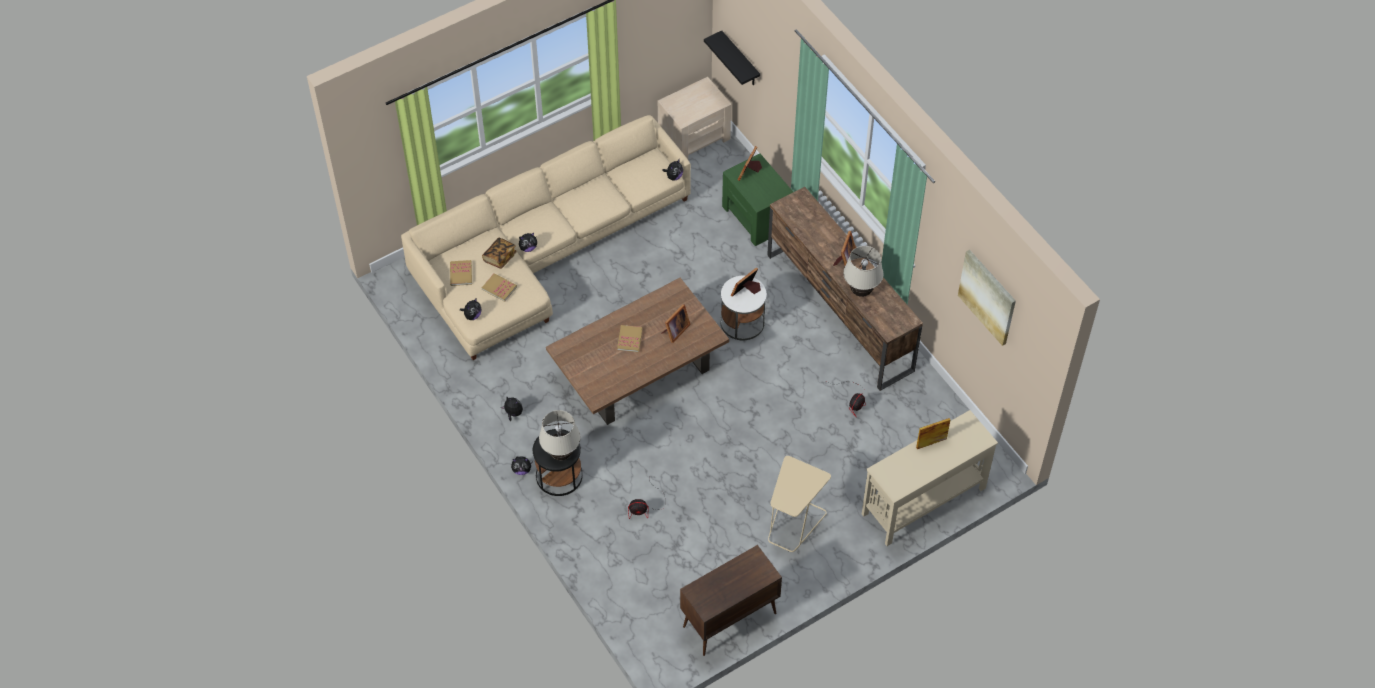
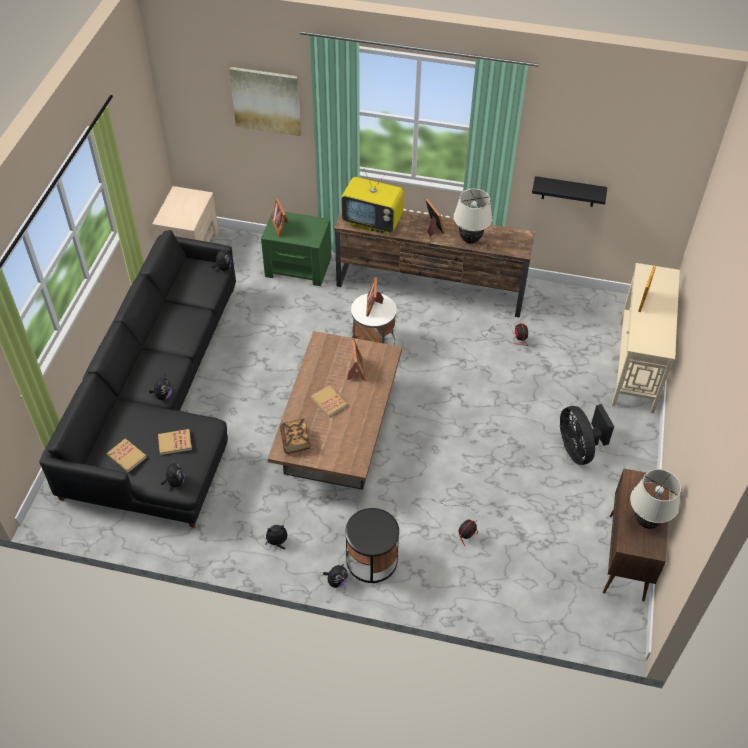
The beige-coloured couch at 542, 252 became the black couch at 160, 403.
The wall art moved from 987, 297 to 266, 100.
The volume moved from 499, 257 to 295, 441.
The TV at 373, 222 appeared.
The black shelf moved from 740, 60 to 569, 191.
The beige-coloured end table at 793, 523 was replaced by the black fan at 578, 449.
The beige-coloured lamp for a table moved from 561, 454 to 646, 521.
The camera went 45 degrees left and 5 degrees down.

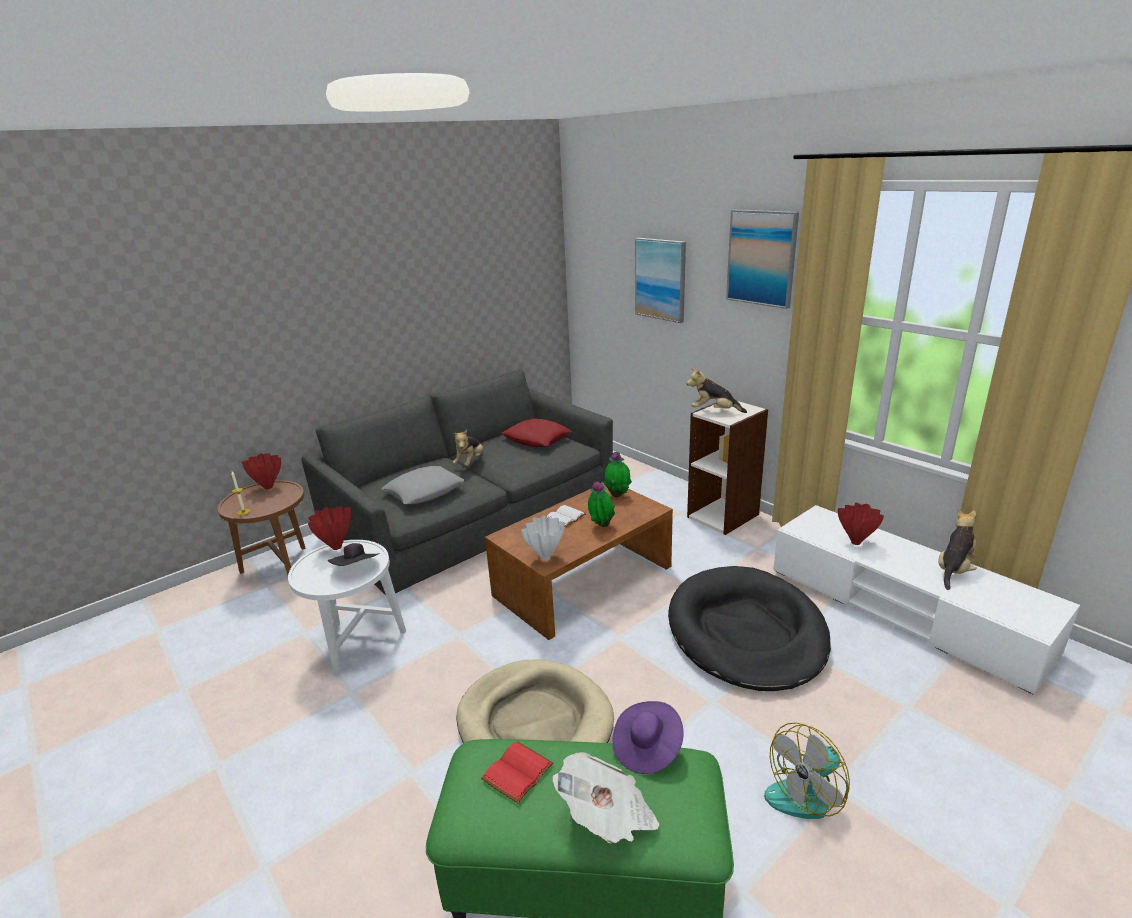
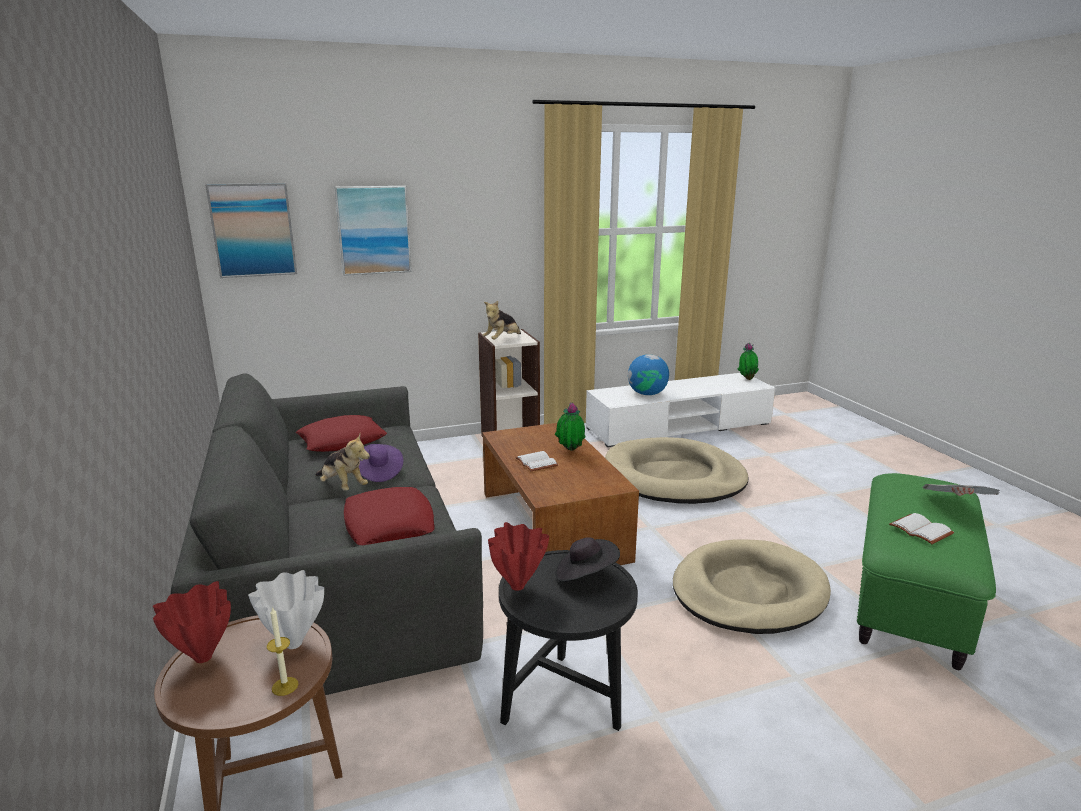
The wall art moved from 761, 258 to 253, 230.
The white-coloured decorative vase moved from 546, 558 to 294, 643.
The gray pillow at 424, 491 became the red pillow at 389, 524.
The purple clothing hat moved from 647, 748 to 379, 472.
The white-coloured end table at 358, 645 became the black end table at 565, 703.
The black dog bed at 746, 632 became the beige-coloured dog bed at 674, 477.
The red decorative vase at 856, 543 was replaced by the globe at 647, 394.
The houseplant moved from 618, 495 to 747, 379.
The red volume at 518, 774 became the white-coloured volume at 922, 530.
The fan at 807, 792 disappeared.
The plush toy at 954, 570 disappeared.
The camera went 70 degrees left and 5 degrees down.

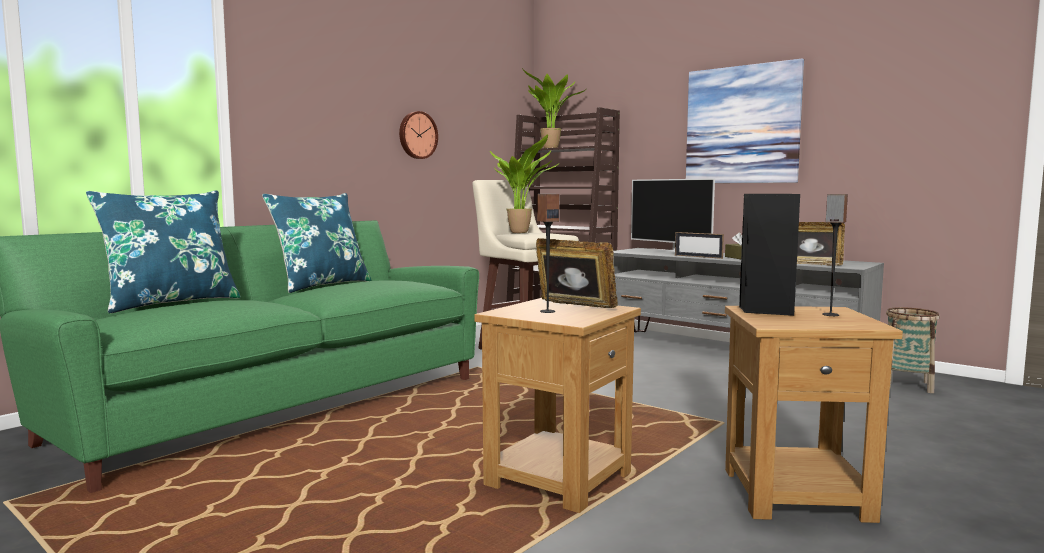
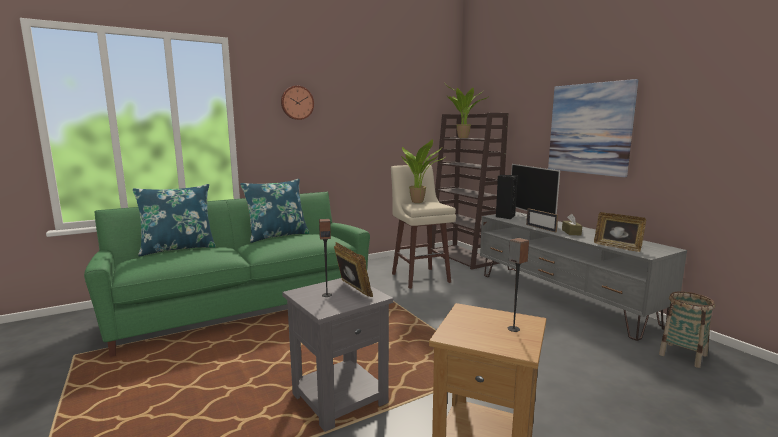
The wall clock moved from 417, 135 to 297, 103.
The brownish end table at 559, 479 became the gray end table at 340, 398.
The black speaker moved from 765, 310 to 505, 216.
The camera went 20 degrees right and 5 degrees up.

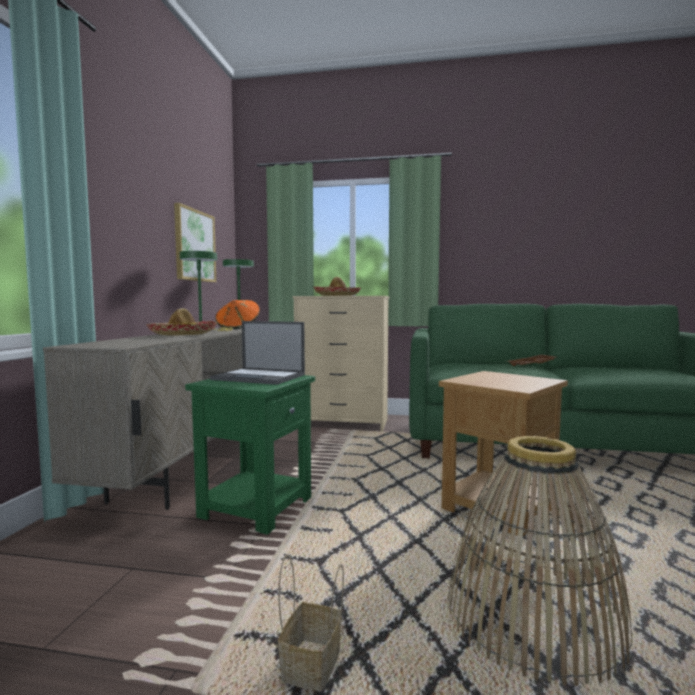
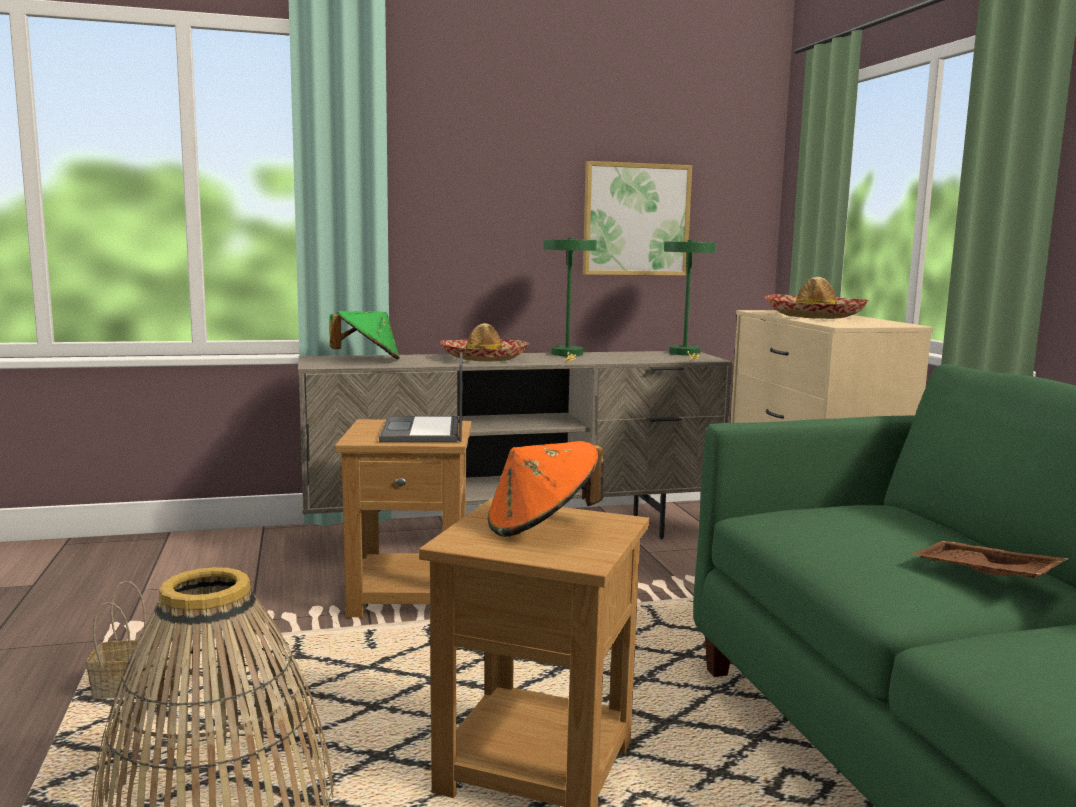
The green clothing hat at 367, 360 appeared.
The green end table at 256, 507 became the brownish end table at 410, 596.
The orange-coloured clothing hat moved from 238, 328 to 542, 527.
The camera went 65 degrees right and 5 degrees up.

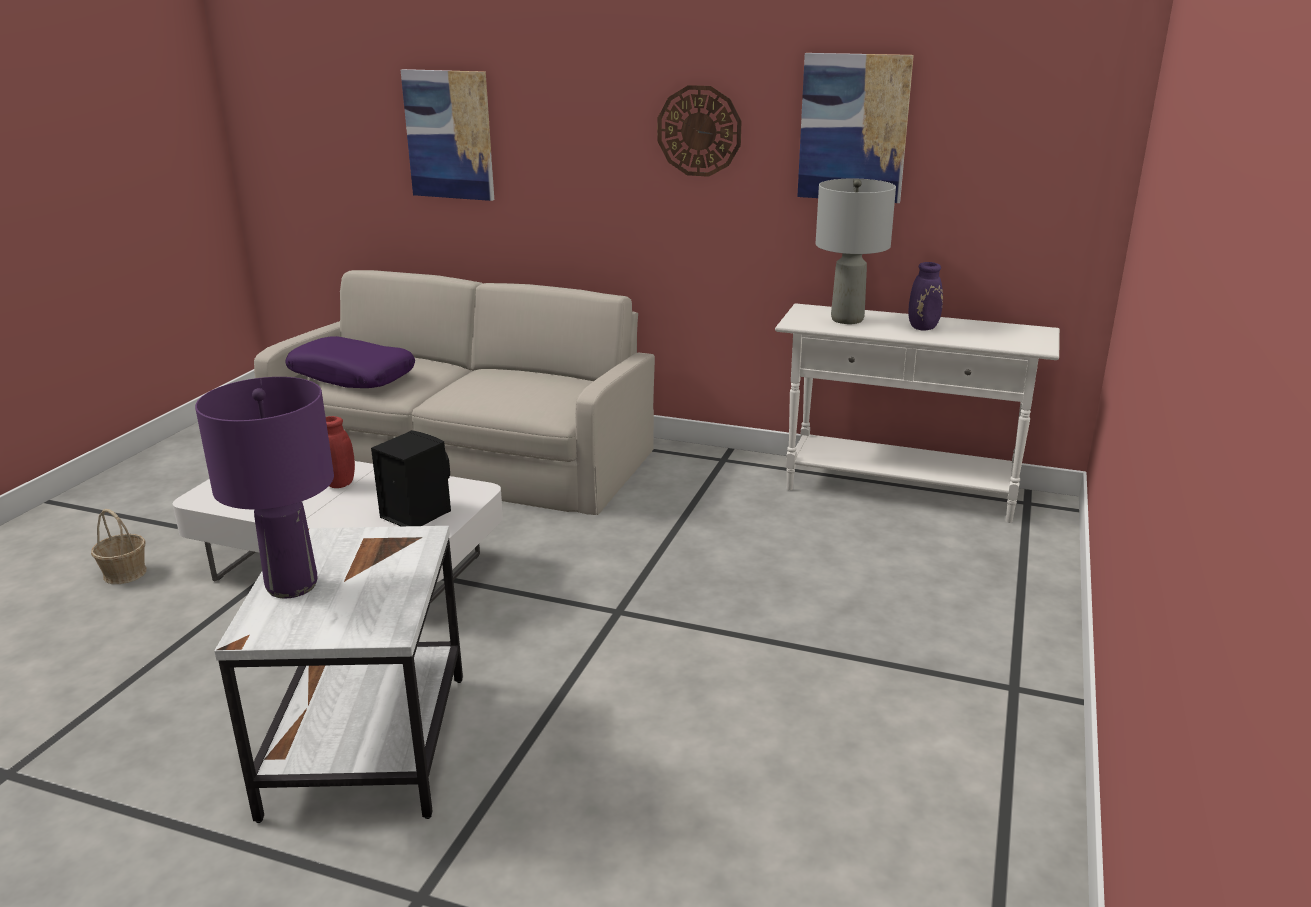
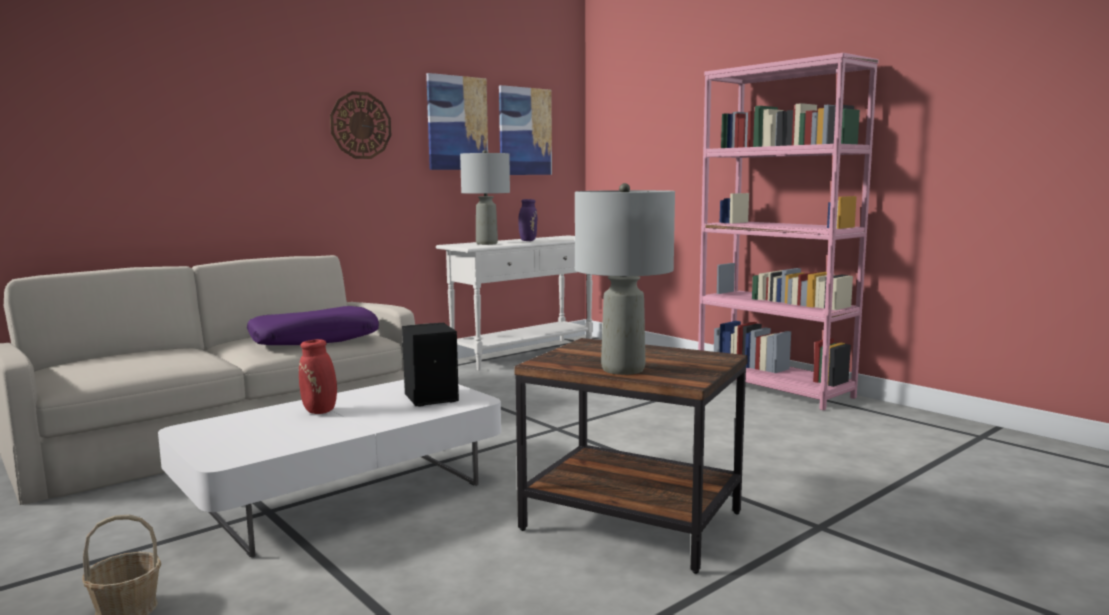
The purple pillow moved from 353, 375 to 315, 339.
The wall art moved from 449, 135 to 525, 131.
The white-coloured end table at 370, 745 became the brownish end table at 633, 521.
The purple lamp for a table at 291, 586 became the gray lamp for a table at 622, 369.
The pinkish bookcase at 773, 388 appeared.
The camera went 60 degrees left and 15 degrees down.

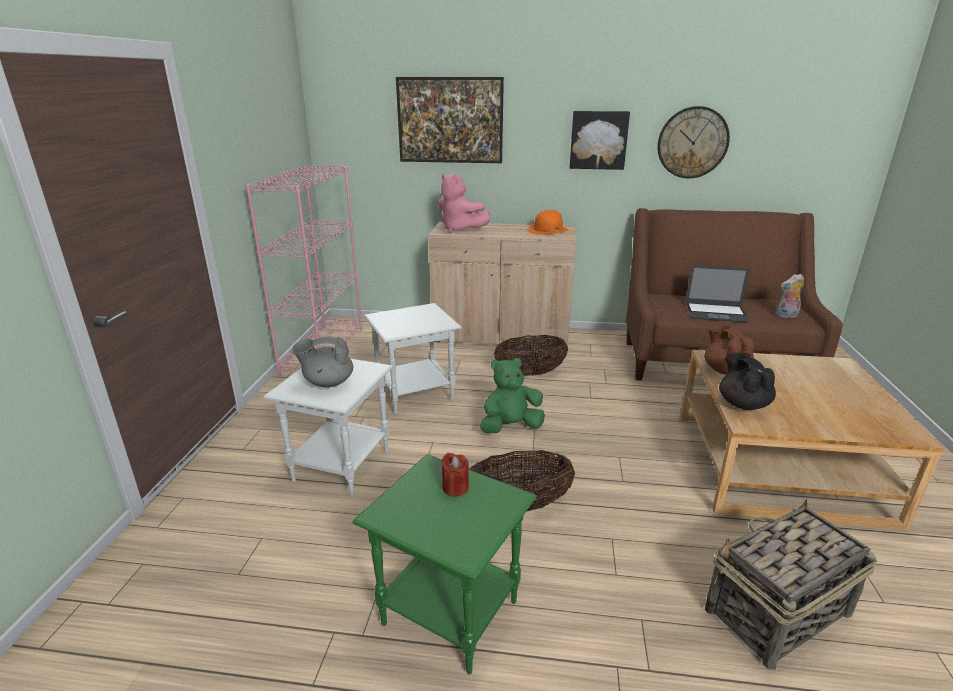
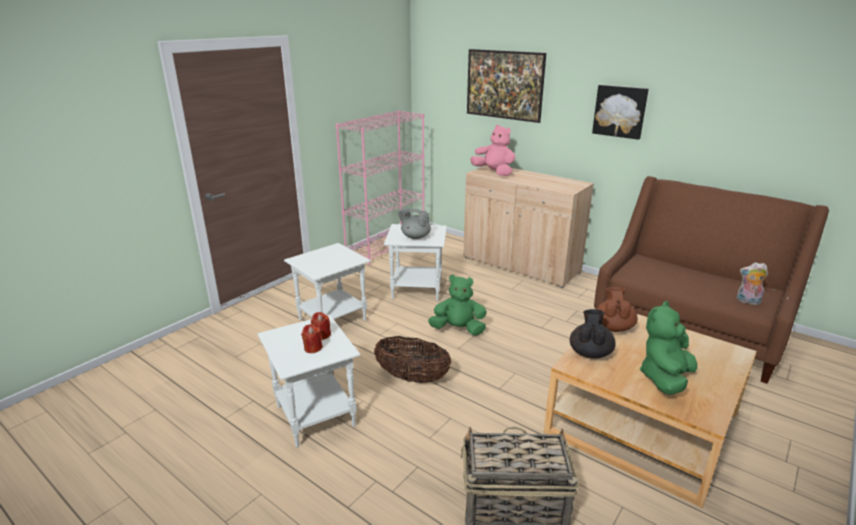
The green end table at 448, 612 became the white-coloured end table at 315, 415.
The red candle at 313, 348 appeared.
The gray tea pot moved from 328, 382 to 415, 237.
The pinkish plush toy at 460, 230 turned 150 degrees clockwise.
The green plush toy at 665, 379 appeared.
The household basket at 530, 374 disappeared.
The orange-coloured clothing hat at 548, 230 disappeared.
The wall clock at 692, 142 disappeared.
The notebook computer at 716, 313 disappeared.
The camera went 30 degrees right and 0 degrees up.

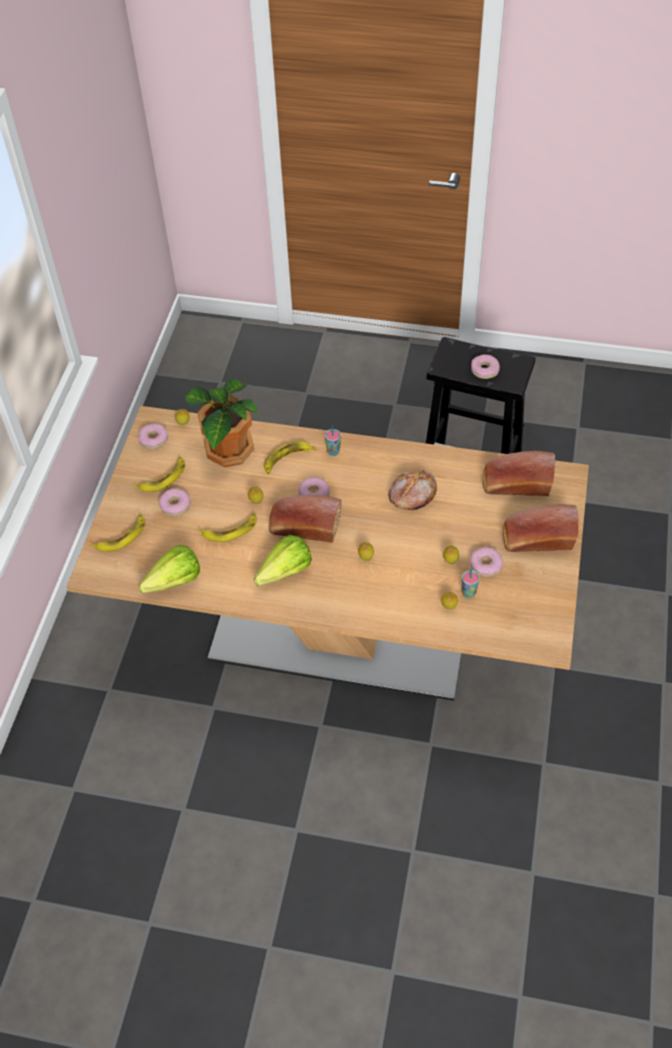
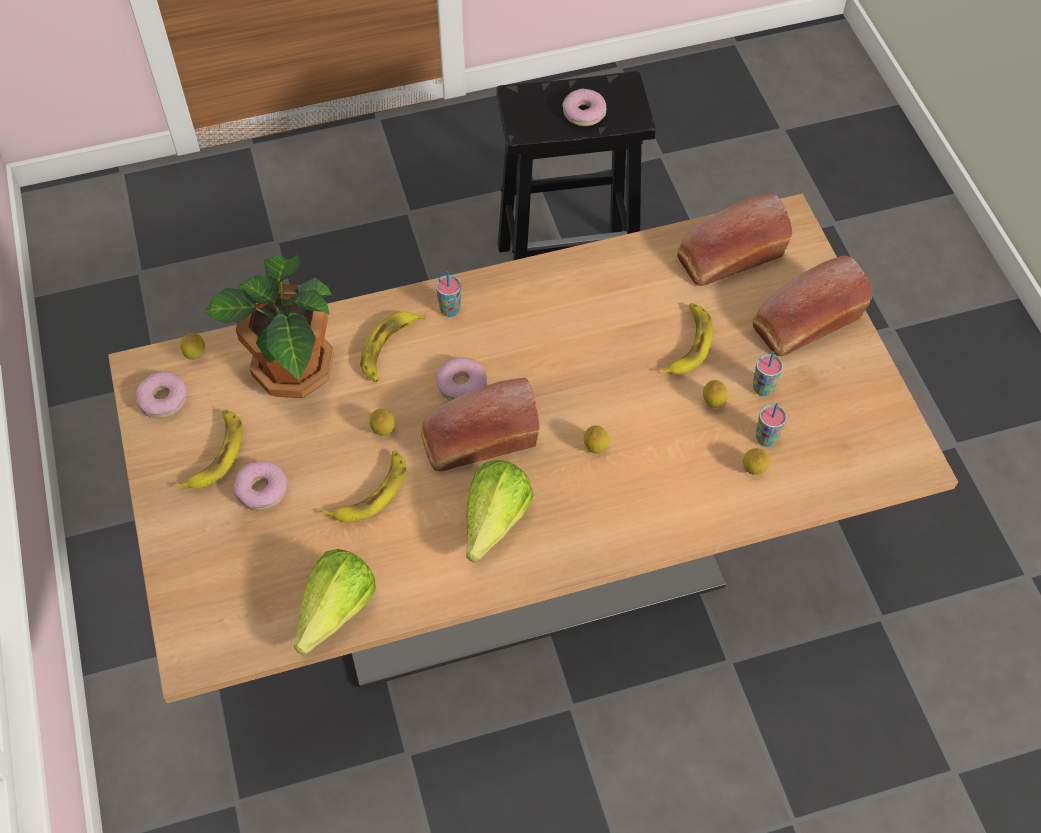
The whole banana moved from 122, 536 to 687, 344.
The ring doughnut at 486, 565 was replaced by the drinking cup at 763, 388.
The baked bread at 411, 494 disappeared.
The camera went 30 degrees left and 5 degrees up.

